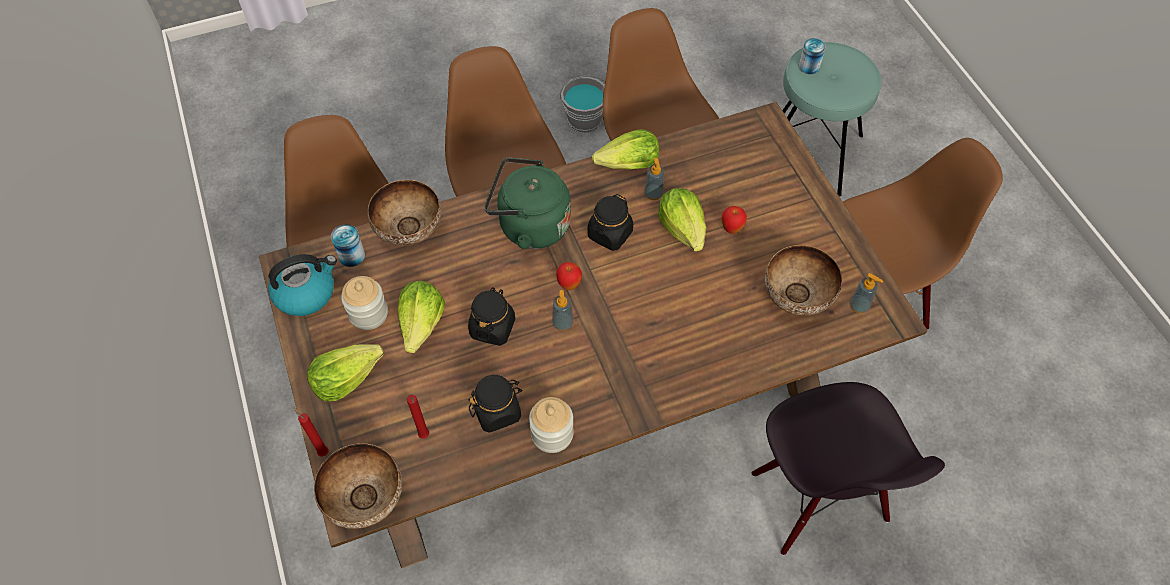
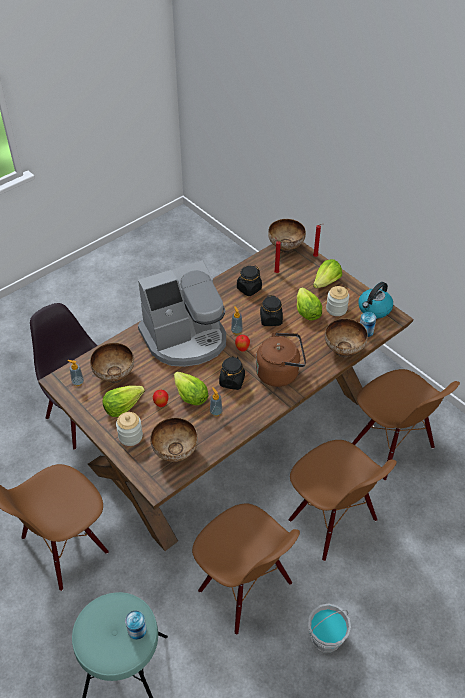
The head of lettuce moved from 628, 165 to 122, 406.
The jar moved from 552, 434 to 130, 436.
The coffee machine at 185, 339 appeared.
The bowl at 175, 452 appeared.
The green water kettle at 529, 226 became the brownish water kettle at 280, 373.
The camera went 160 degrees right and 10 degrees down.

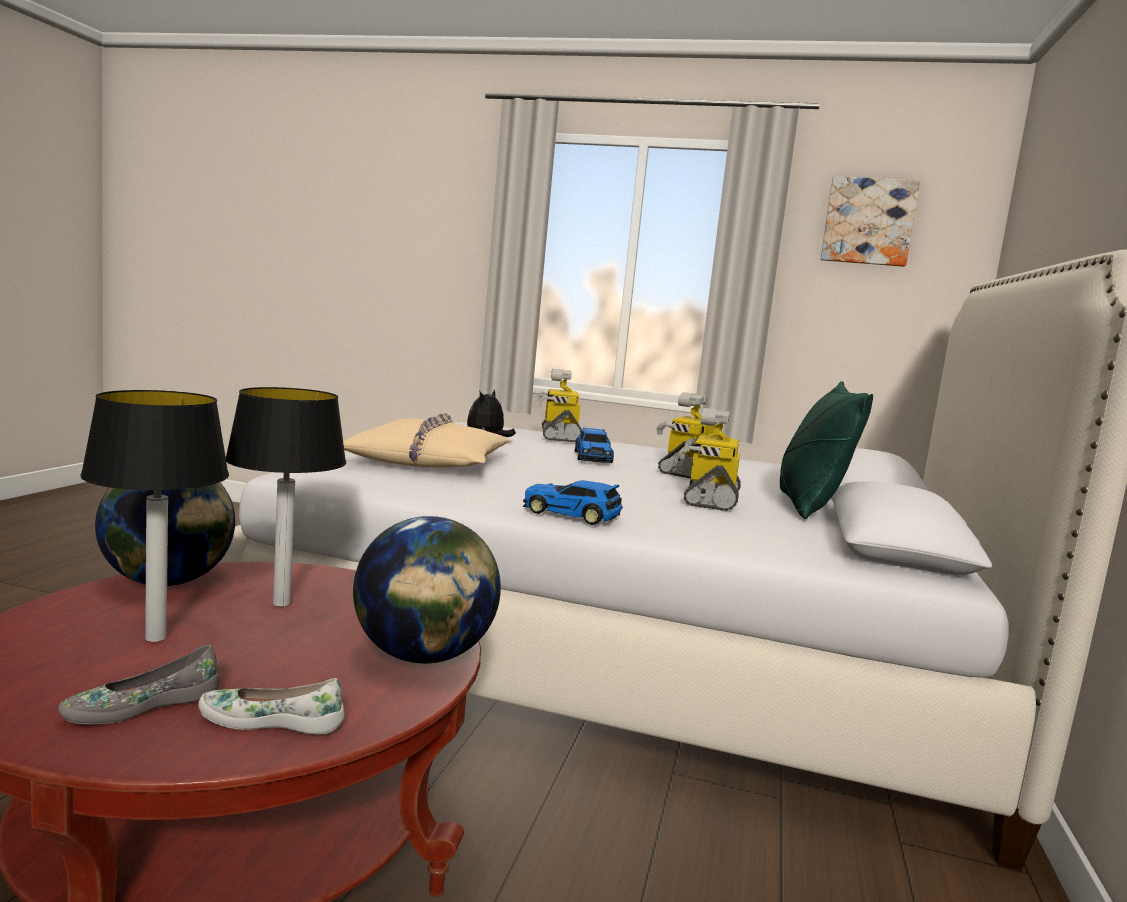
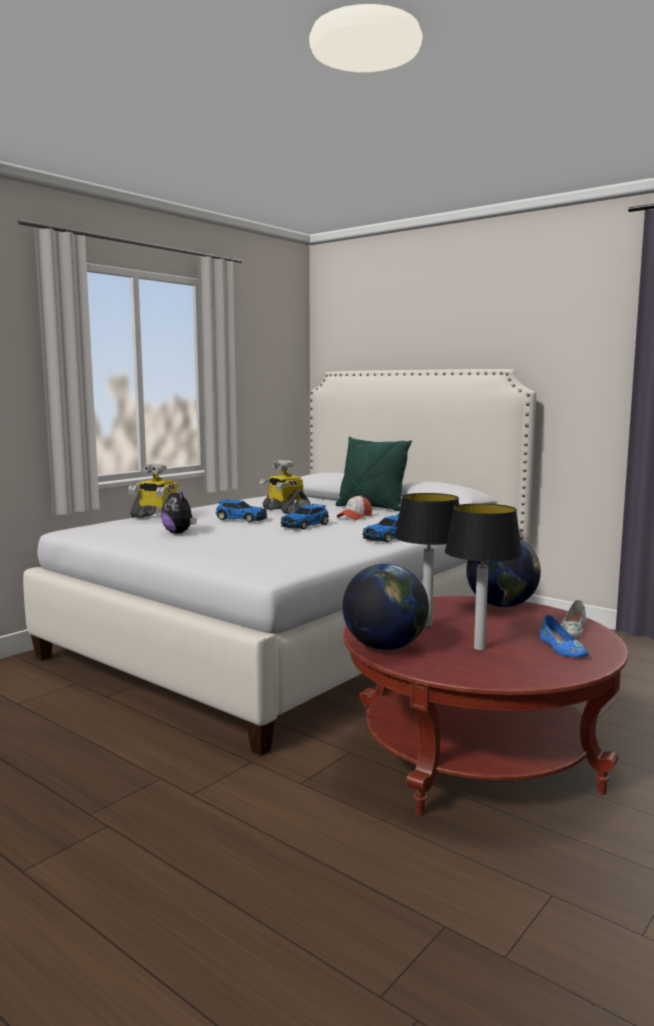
The miniature car at 306, 525 appeared.
The toy robot at 709, 500 was replaced by the peaked cap at 354, 517.
The gray item of footwear at 142, 705 became the blue-coloured item of footwear at 561, 649.
The beige-coloured pillow at 429, 461 disappeared.
The wall art at 868, 222 disappeared.
The camera went 65 degrees left and 0 degrees up.

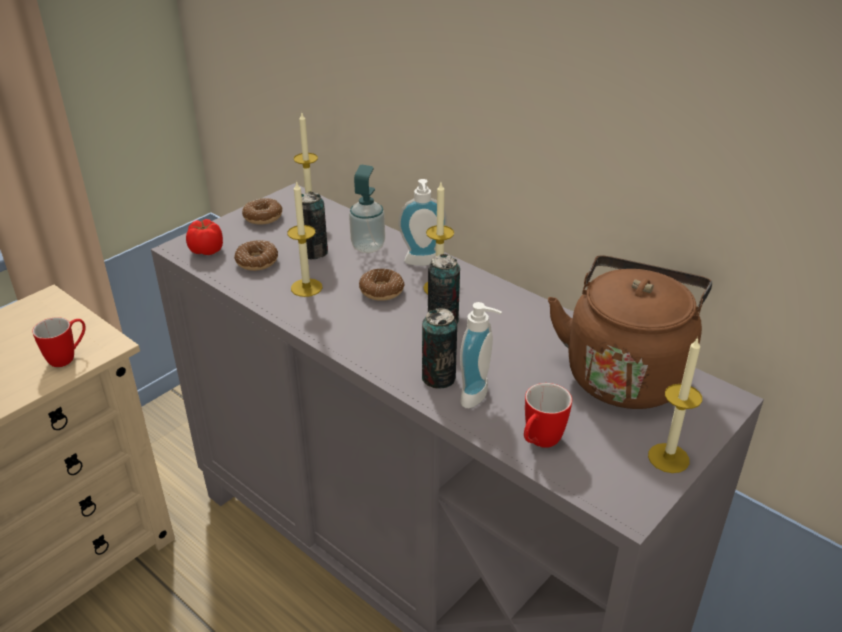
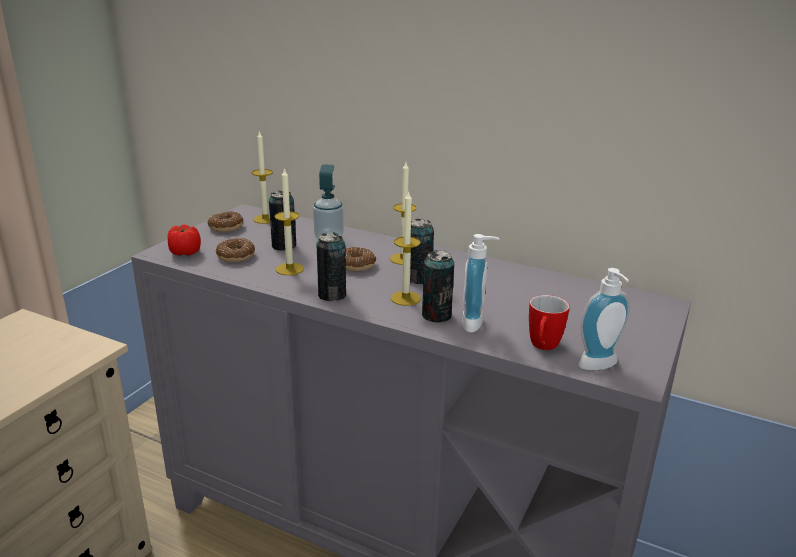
The can at 332, 295 appeared.
The candle moved from 668, 458 to 405, 298.
The liquid soap bottle moved from 423, 263 to 600, 366.
The coffee mug at 68, 357 disappeared.
The brownish water kettle at 625, 373 disappeared.
The camera went 15 degrees left and 10 degrees down.

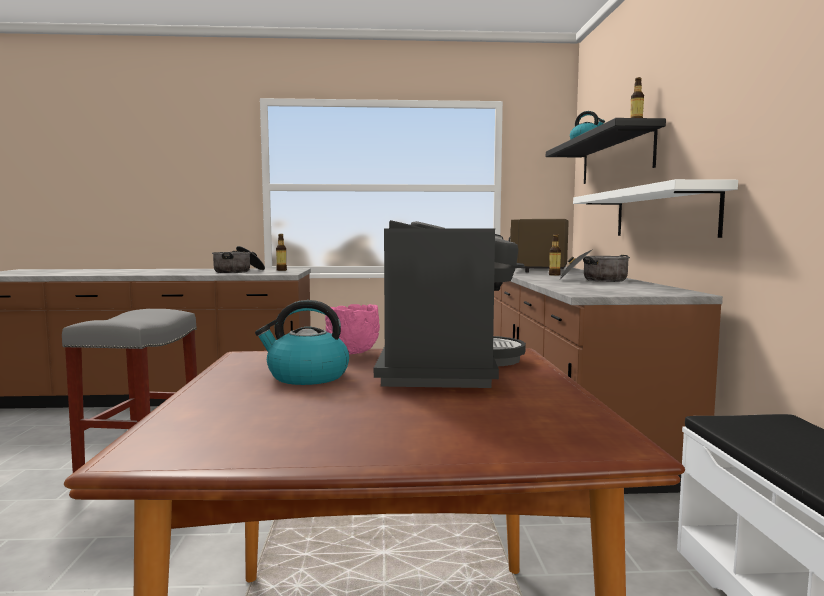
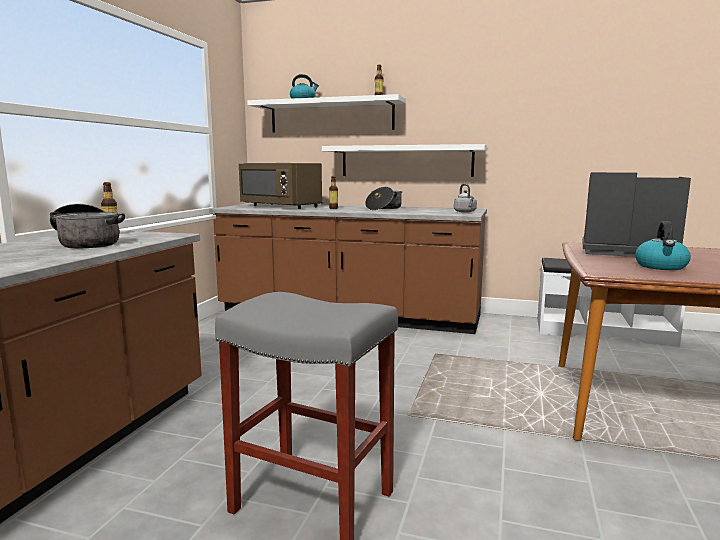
The black shelf at 615, 157 became the white-coloured shelf at 331, 116.
The gray water kettle at 465, 212 appeared.
The pinkish bowl at 352, 354 disappeared.
The camera went 70 degrees left and 5 degrees up.

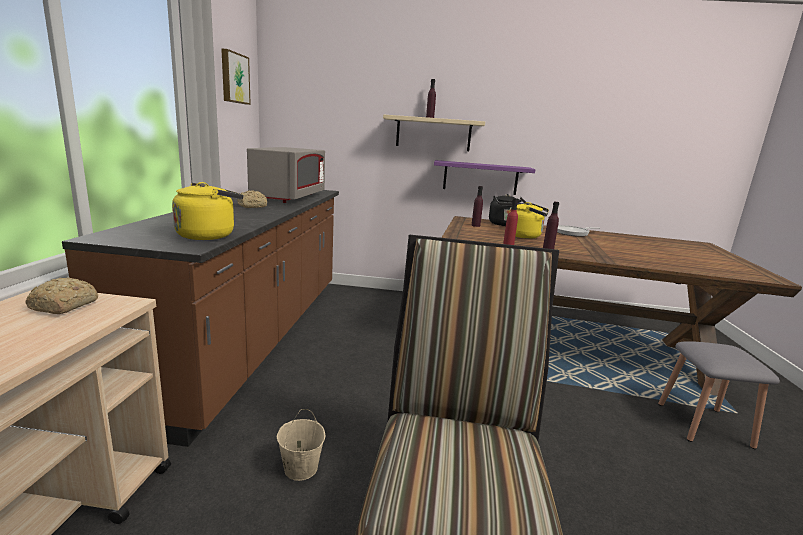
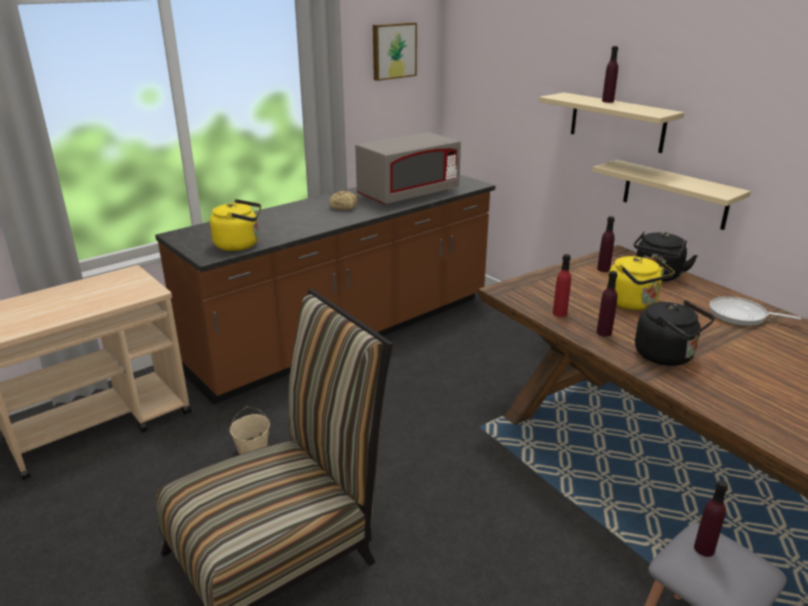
The purple shelf at 480, 177 became the beige-coloured shelf at 675, 194.
The black water kettle at 667, 356 appeared.
The purple bottle at 704, 549 appeared.
The baked bread at 62, 306 disappeared.
The camera went 45 degrees right and 10 degrees up.

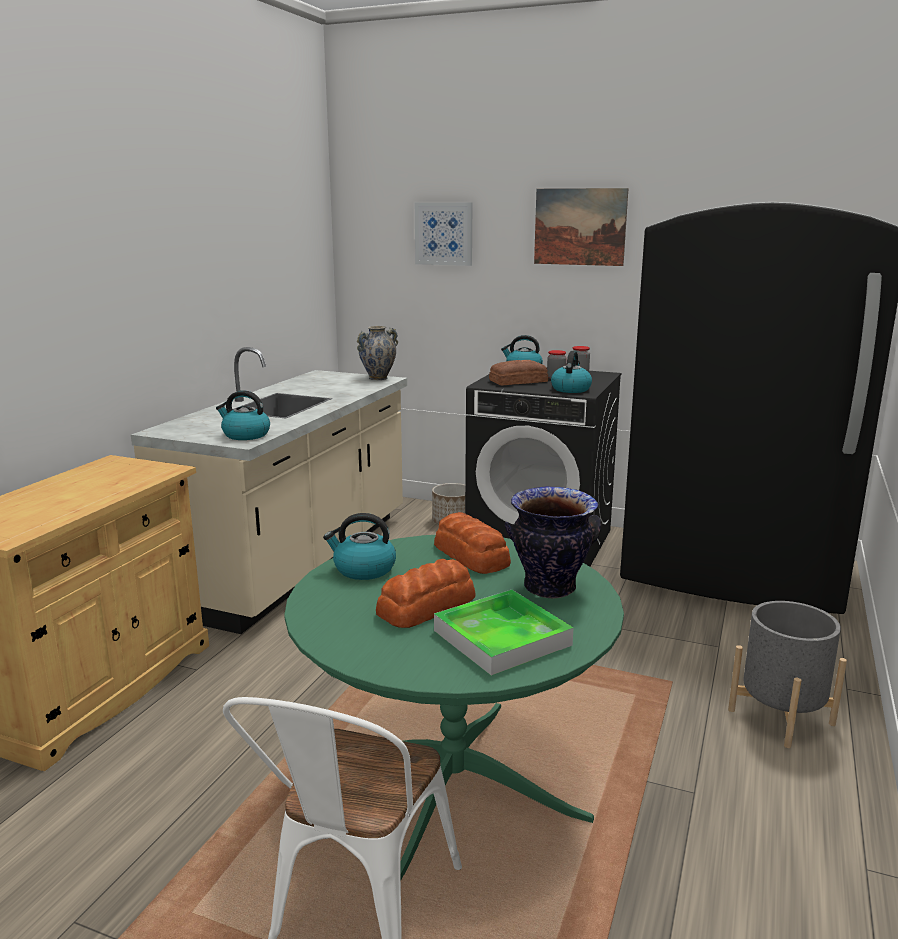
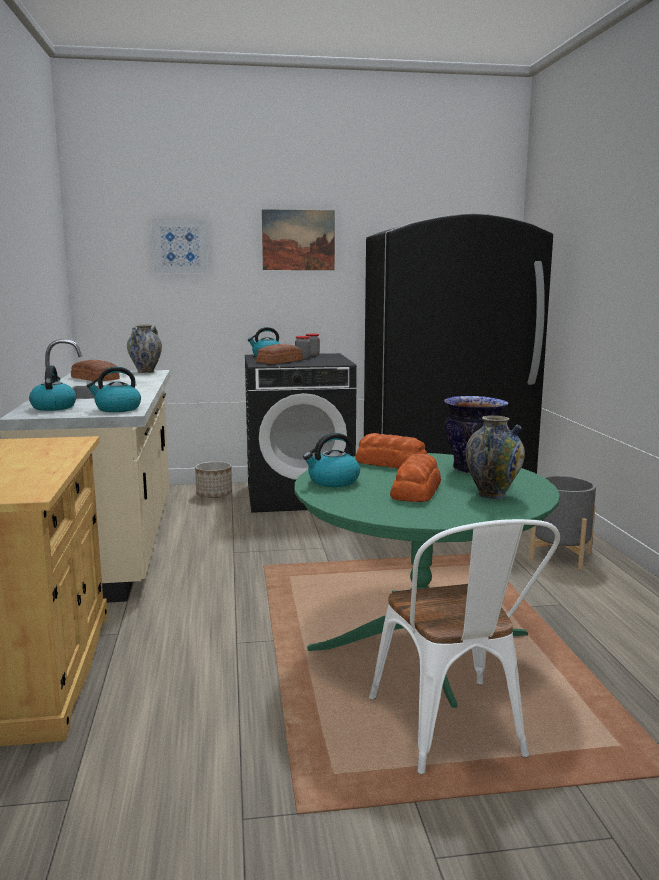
The water kettle moved from 570, 389 to 53, 407.
The baked bread at 95, 378 appeared.
The carrying tray at 502, 638 was replaced by the decorative vase at 492, 494.
The camera went 30 degrees left and 5 degrees down.

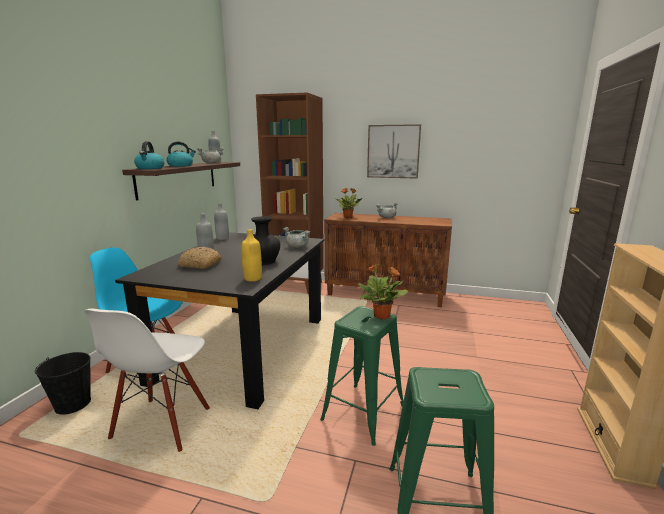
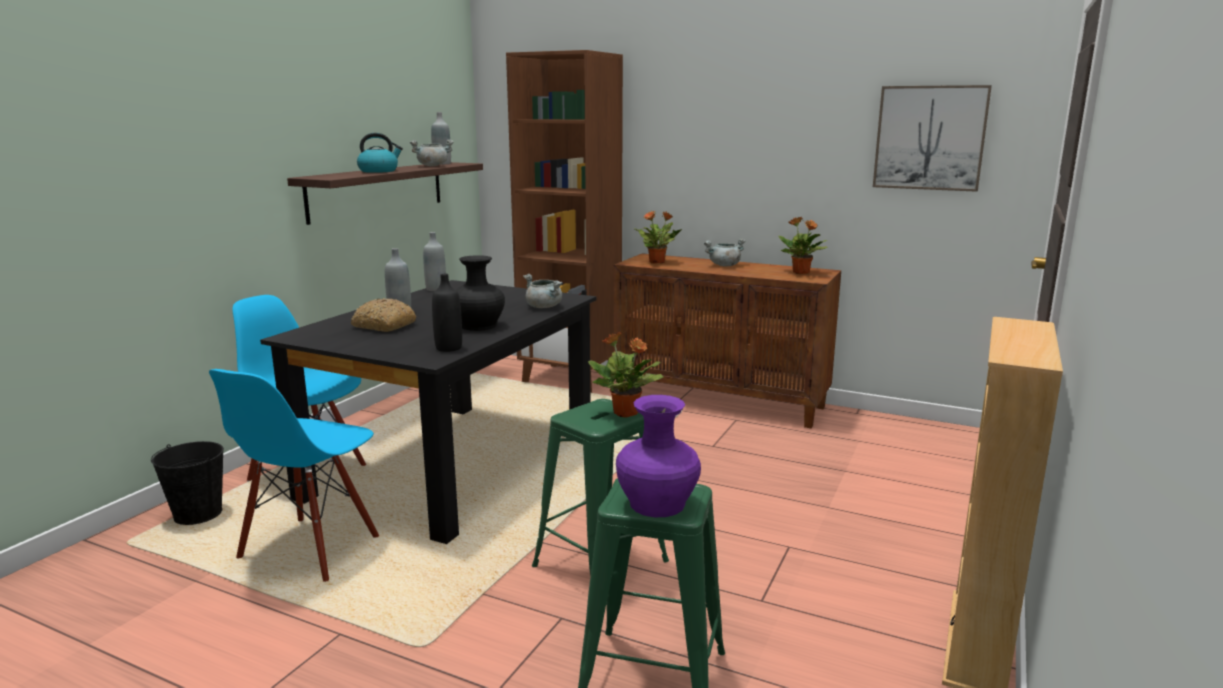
The white-coloured plain chair at 162, 424 became the blue-coloured plain chair at 310, 549.
The yellow bottle at 252, 278 became the black bottle at 448, 348.
The purple decorative vase at 656, 503 appeared.
The houseplant at 801, 273 appeared.
The wall art moved from 393, 151 to 930, 138.
The water kettle at 150, 168 disappeared.
The camera went 10 degrees right and 0 degrees up.

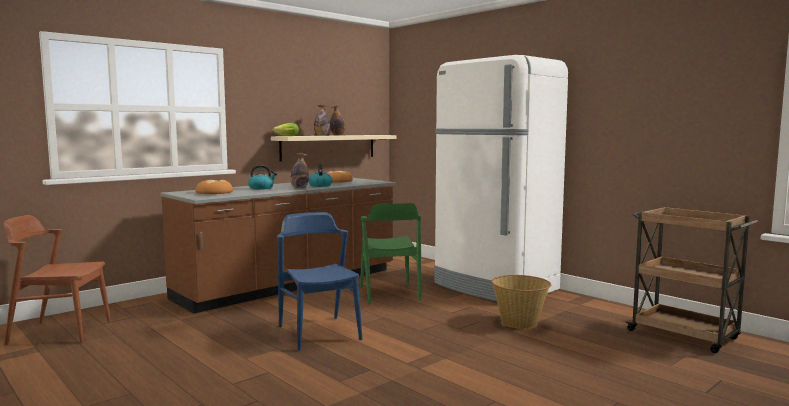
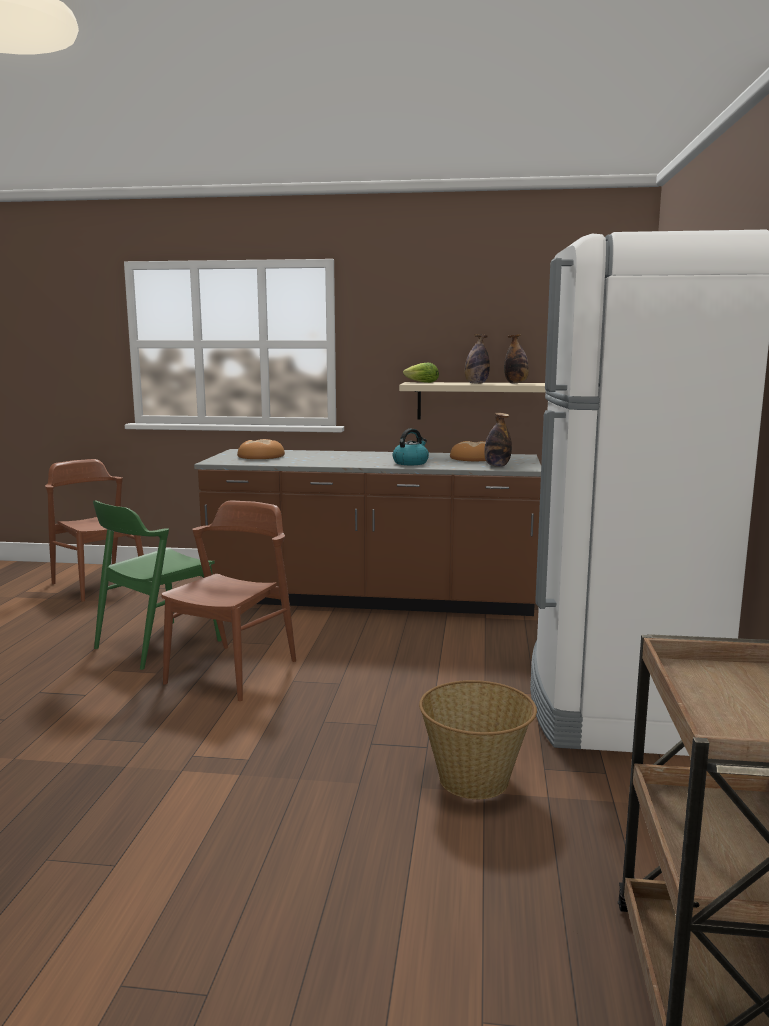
The green plain chair moved from 389, 293 to 157, 644.
The blue-coloured plain chair at 319, 332 became the brownish plain chair at 232, 671.
The bottle moved from 299, 188 to 497, 466.
The water kettle at 261, 188 disappeared.
The camera went 50 degrees right and 5 degrees up.

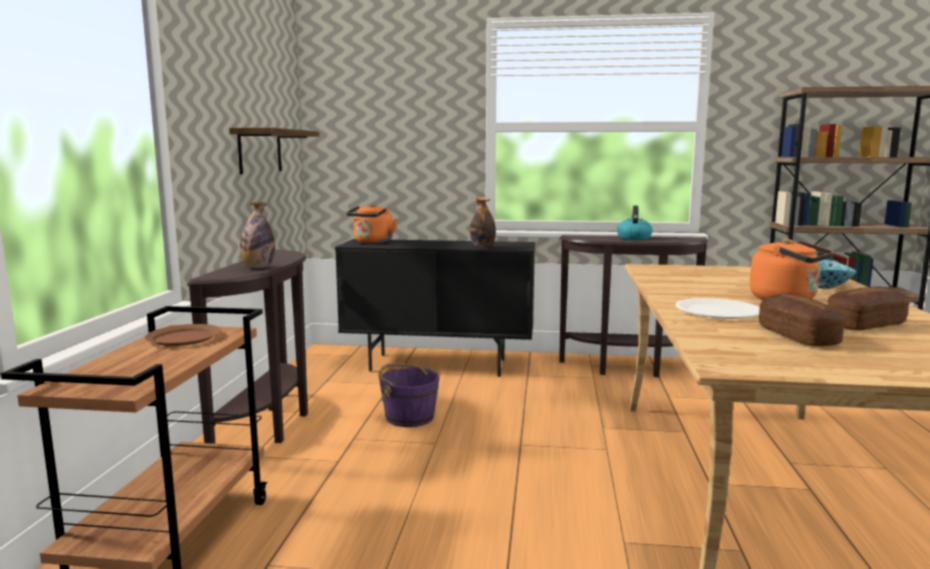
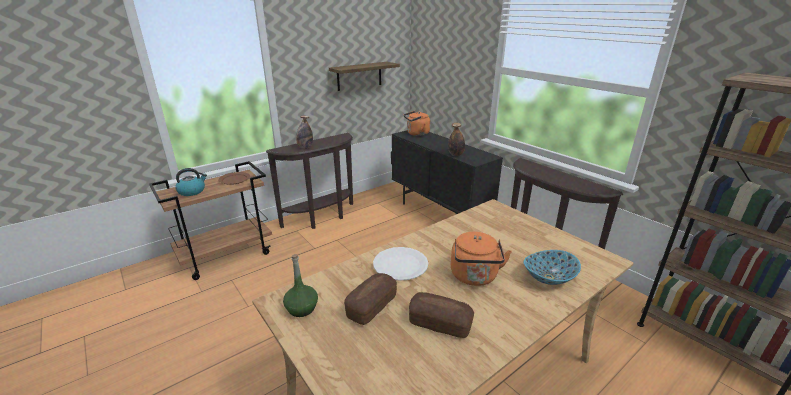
The water kettle moved from 633, 238 to 192, 191.
The green bottle at 301, 308 appeared.
The purple bucket at 409, 417 disappeared.
The camera went 45 degrees right and 15 degrees up.

